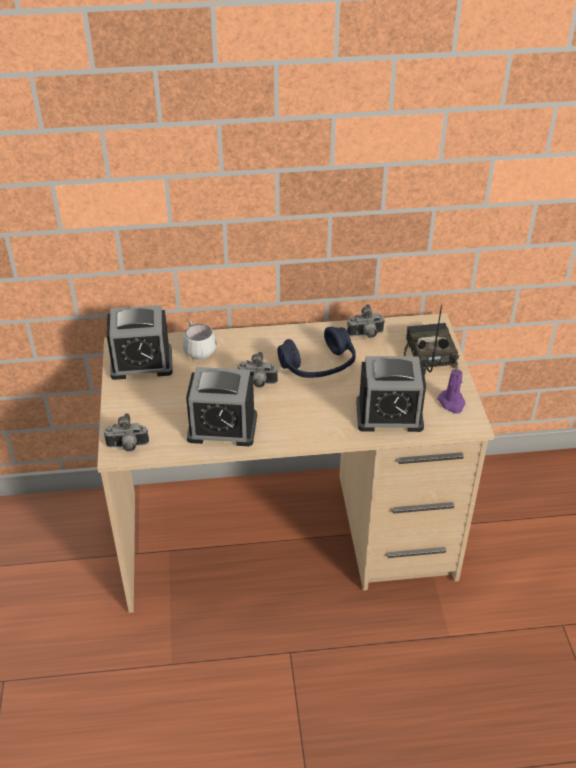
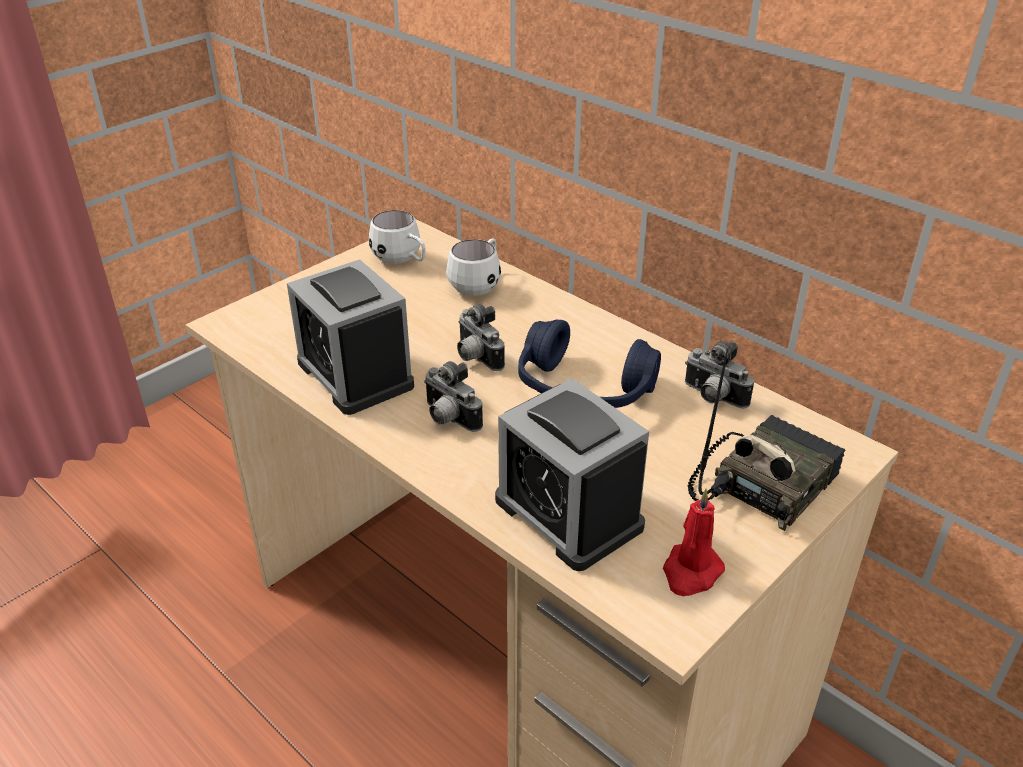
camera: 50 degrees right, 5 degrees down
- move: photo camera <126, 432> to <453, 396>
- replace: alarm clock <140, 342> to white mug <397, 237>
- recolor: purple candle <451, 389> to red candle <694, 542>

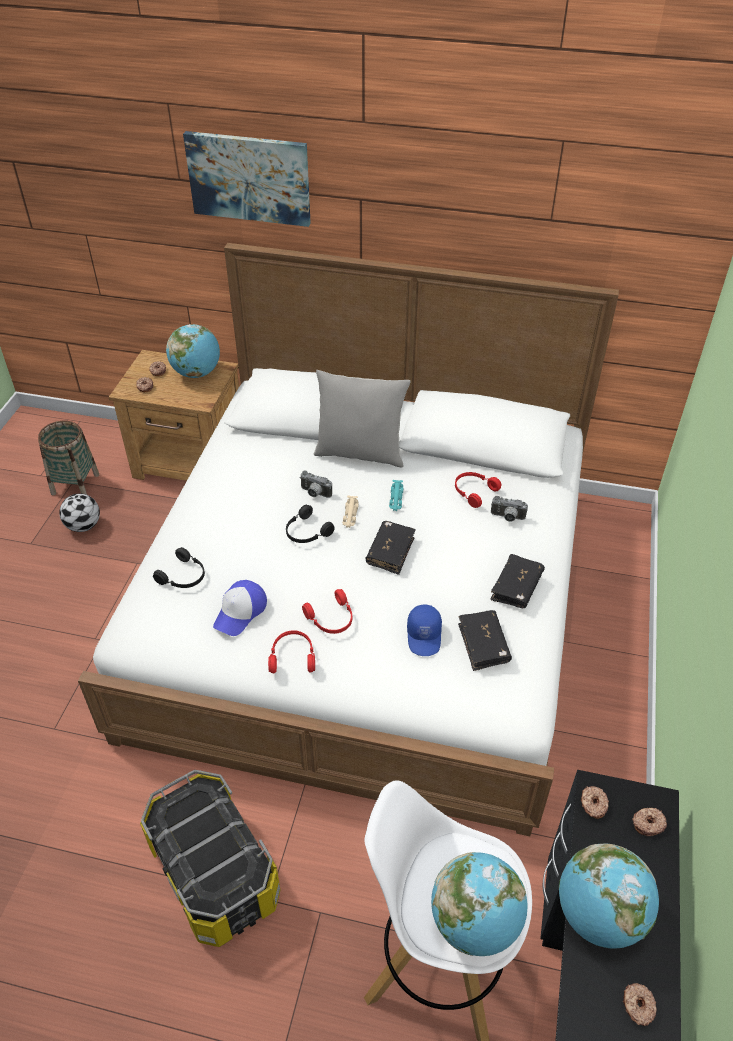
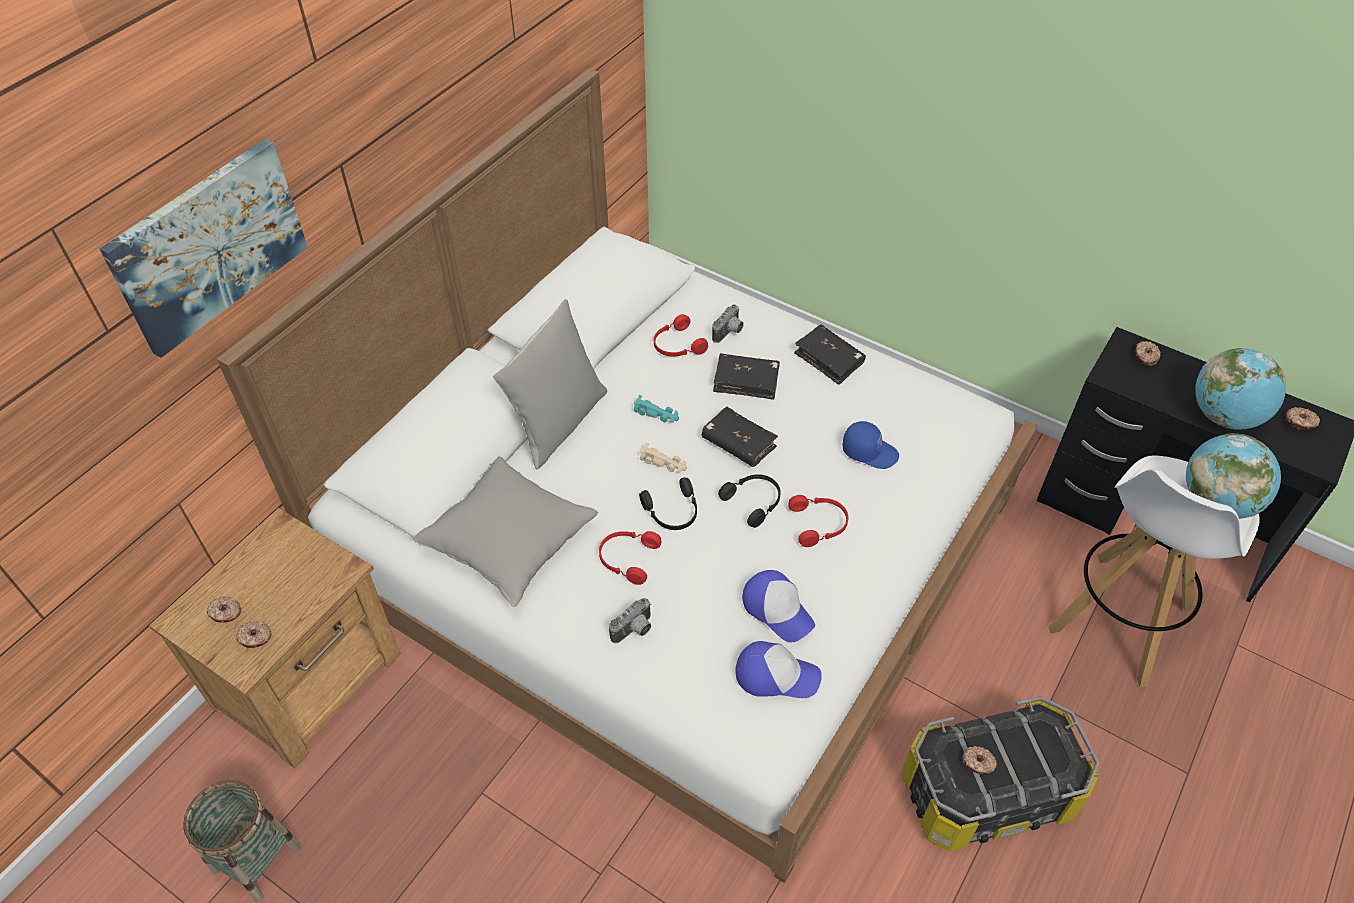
camera: 70 degrees left, 5 degrees up
- delete: football <79, 512>
- move: black headphones <179, 567> to <749, 501>
- delete: globe <193, 351>
- move: red headphones <291, 651> to <630, 558>
- move: photo camera <316, 484> to <630, 620>
- move: black book <485, 640> to <746, 376>
- move: donut <595, 802> to <980, 760>
- insert: grey pillow <505, 531>
- insert: cap <778, 669>

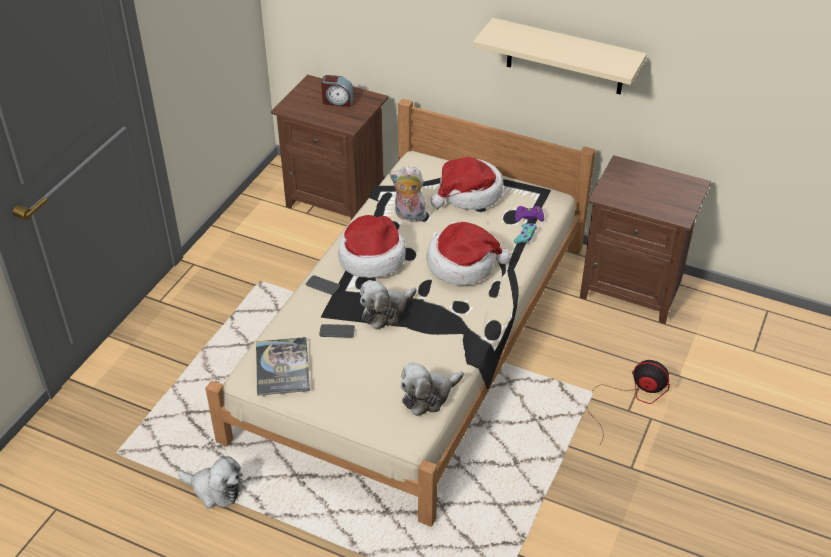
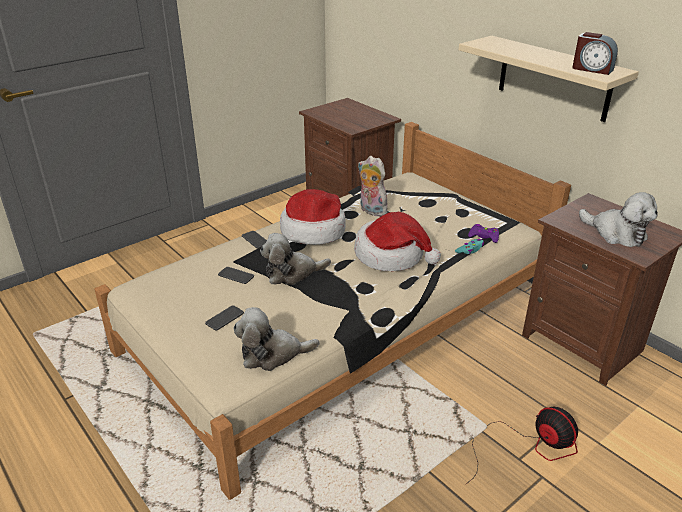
camera: 25 degrees right, 10 degrees down
- move: plush toy <210, 482> to <618, 219>
- delete: book <283, 366>
- move: alarm clock <337, 91> to <595, 53>
- delete: hat <466, 183>
- insert: phone <224, 318>

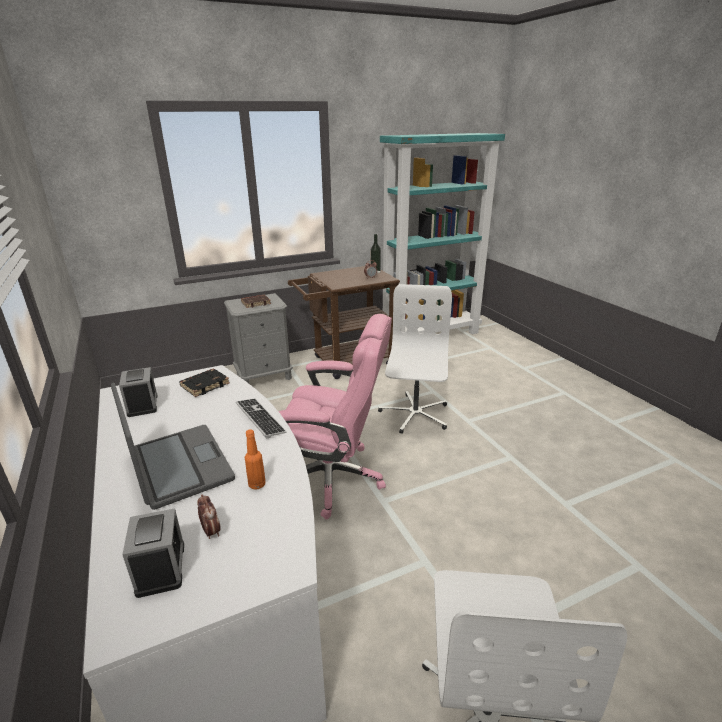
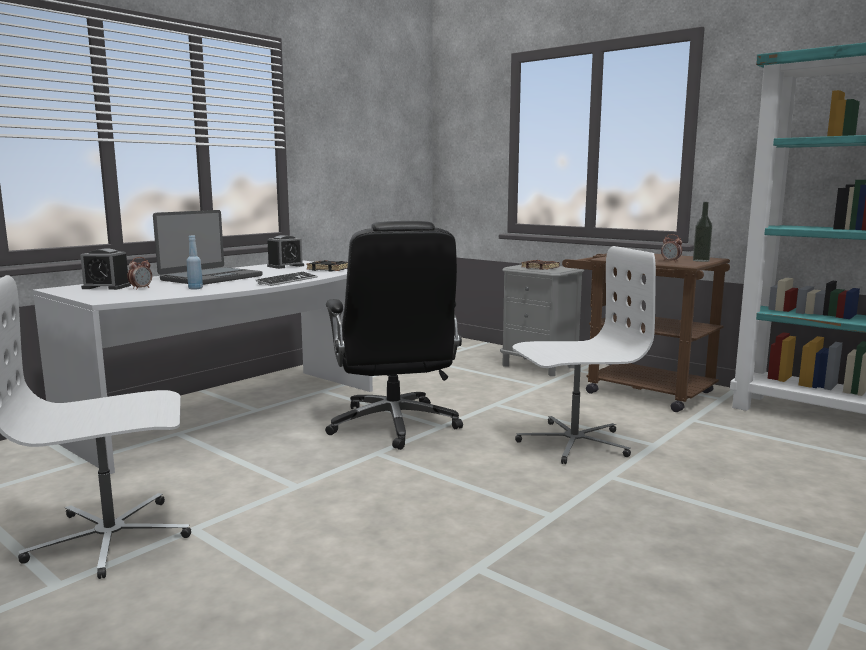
camera: 65 degrees right, 15 degrees down
- rotate: alarm clock <153, 553> = <105, 269> 45 degrees clockwise
- recolor: orange bottle <255, 459> to blue bottle <194, 263>
- recolor: pink office chair <335, 416> to black office chair <394, 335>

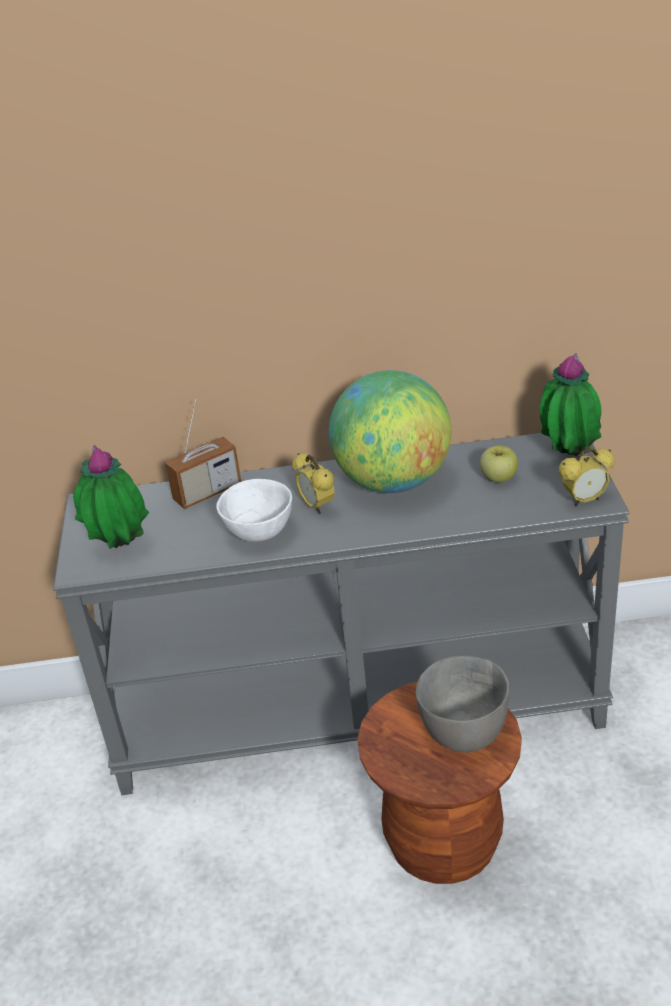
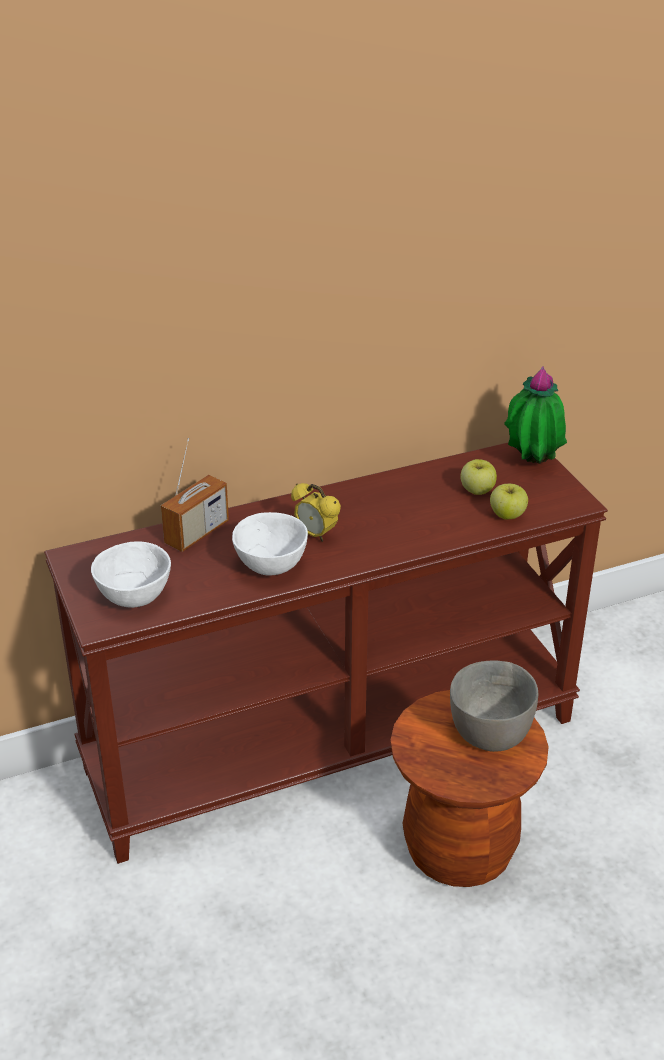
camera: 20 degrees left, 0 degrees up
- recolor: grey console table <341, 614> to brown console table <326, 653>
- replace: potted plant <111, 497> to white bowl <131, 575>
- delete: globe <390, 431>
- delete: alarm clock <586, 476>
- insert: apple <509, 502>

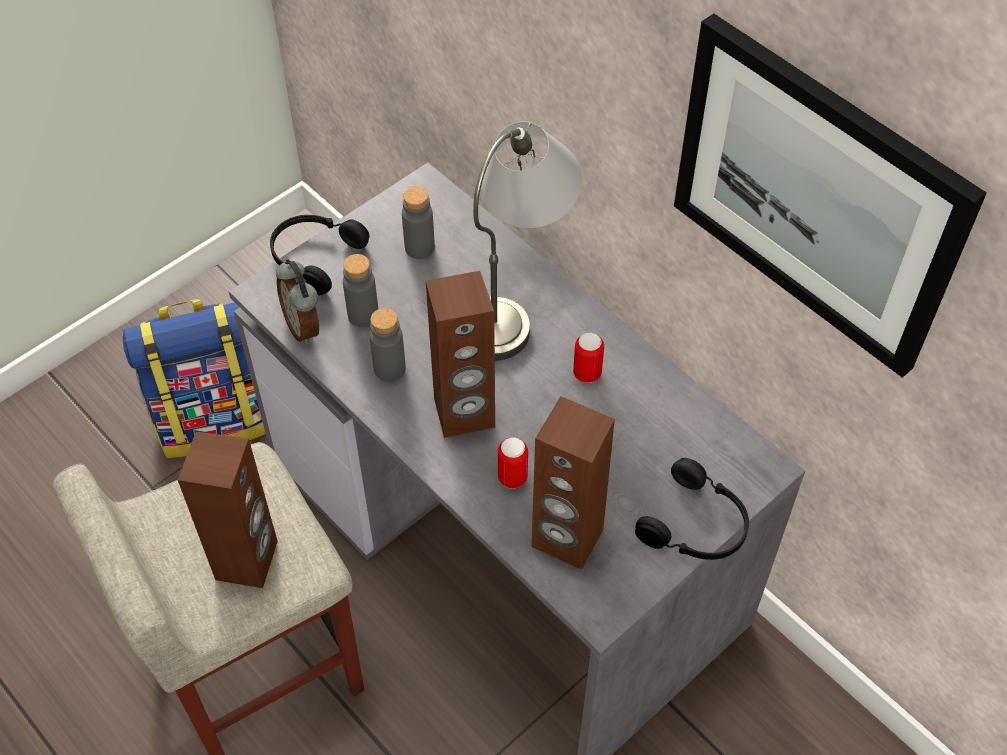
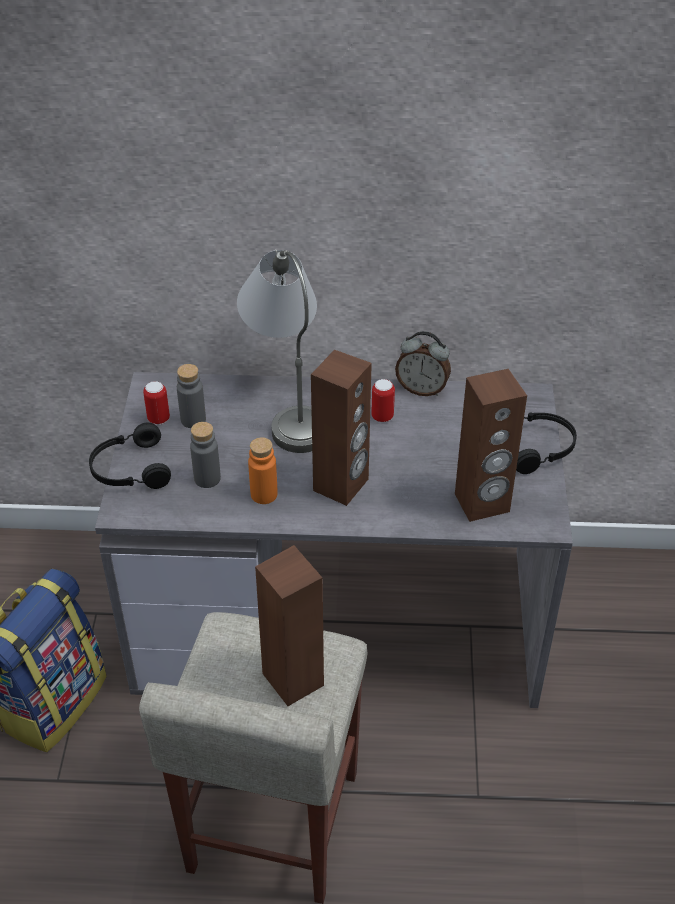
camera: 45 degrees left, 10 degrees down
- move: alarm clock <297, 301> to <423, 363>
- recolor: grey bottle <387, 344> to orange bottle <263, 470>
- move: can <513, 463> to <156, 403>
- delete: picture <830, 195>

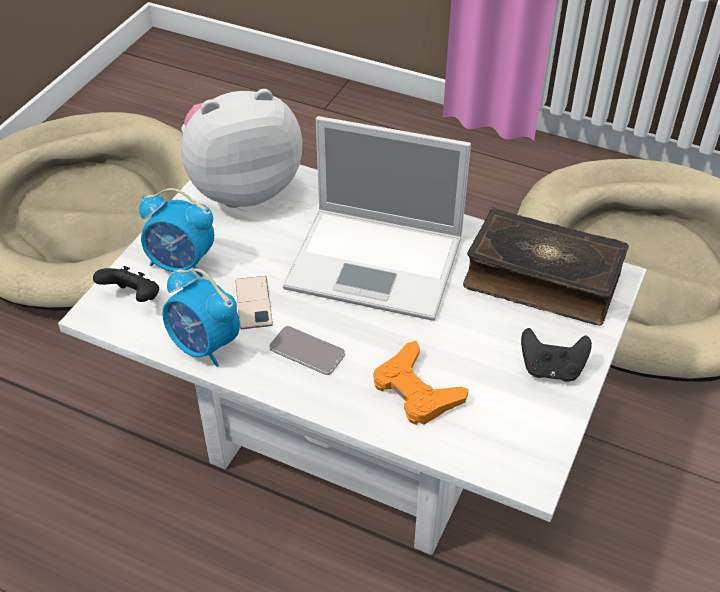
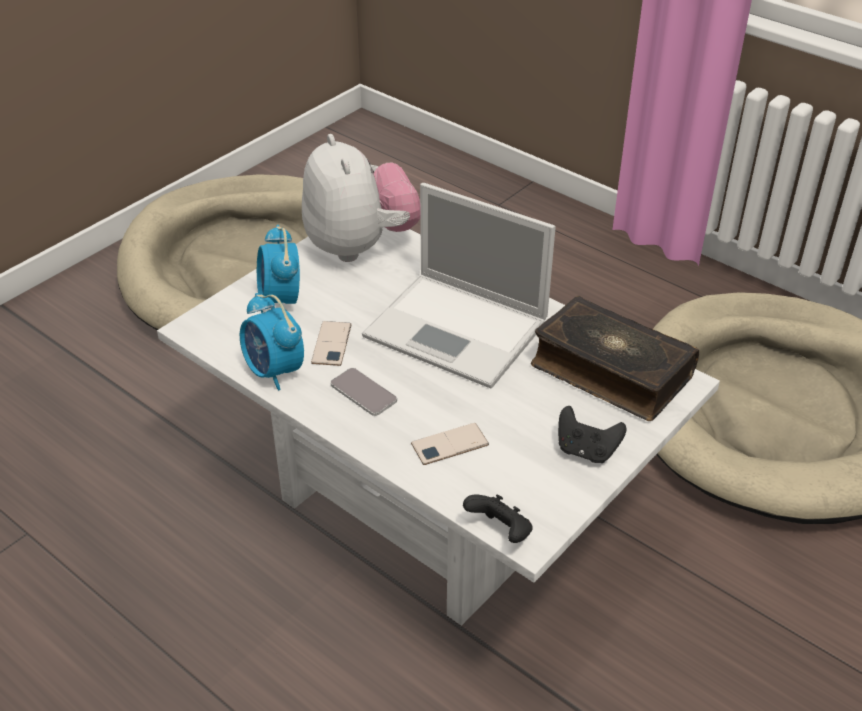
camera: 15 degrees right, 5 degrees down
- move: black game controller <126, 284> to <498, 518>
- rotate: alarm clock <176, 232> = <278, 267> 45 degrees clockwise
- rotate: plush toy <241, 148> = <361, 198> 75 degrees clockwise
- replace: orange game controller <421, 383> to phone <450, 444>

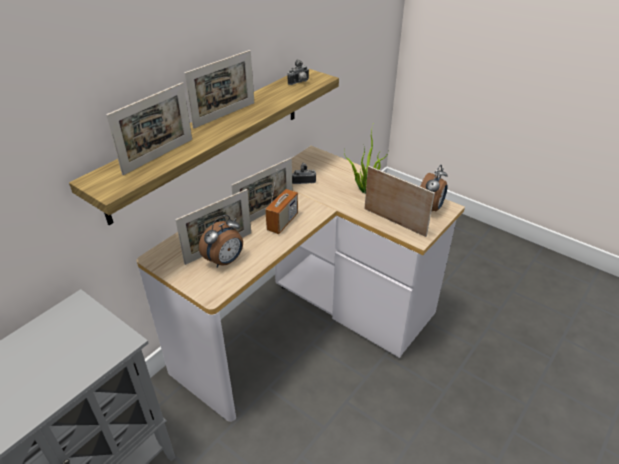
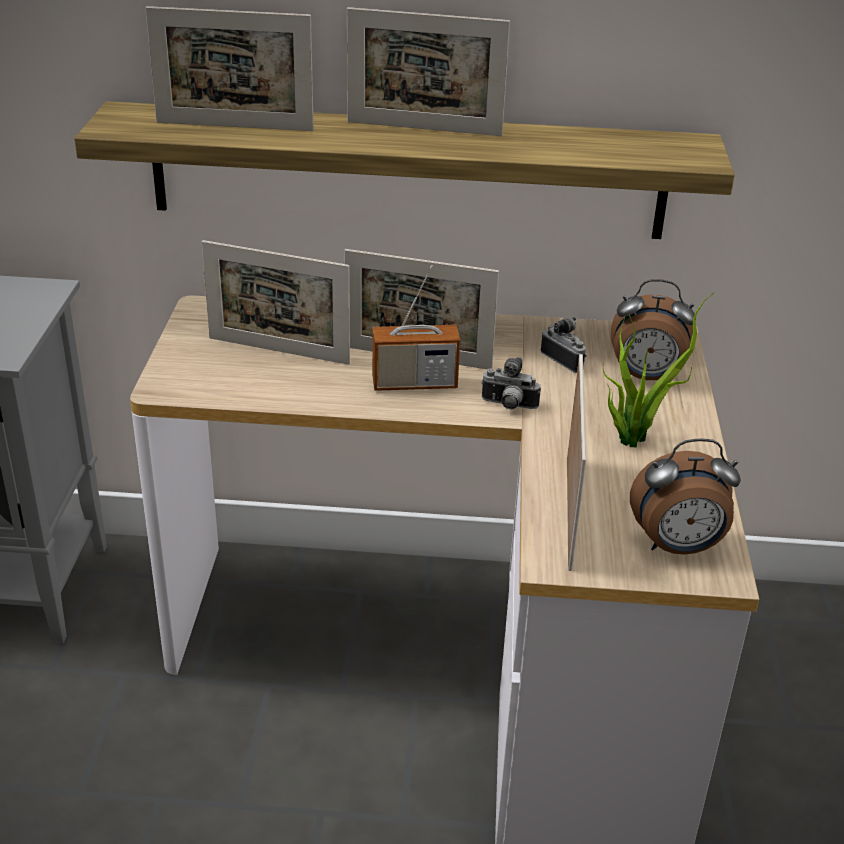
camera: 55 degrees right, 5 degrees down
- move: alarm clock <221, 241> to <653, 329>
- move: photo camera <298, 72> to <511, 383>

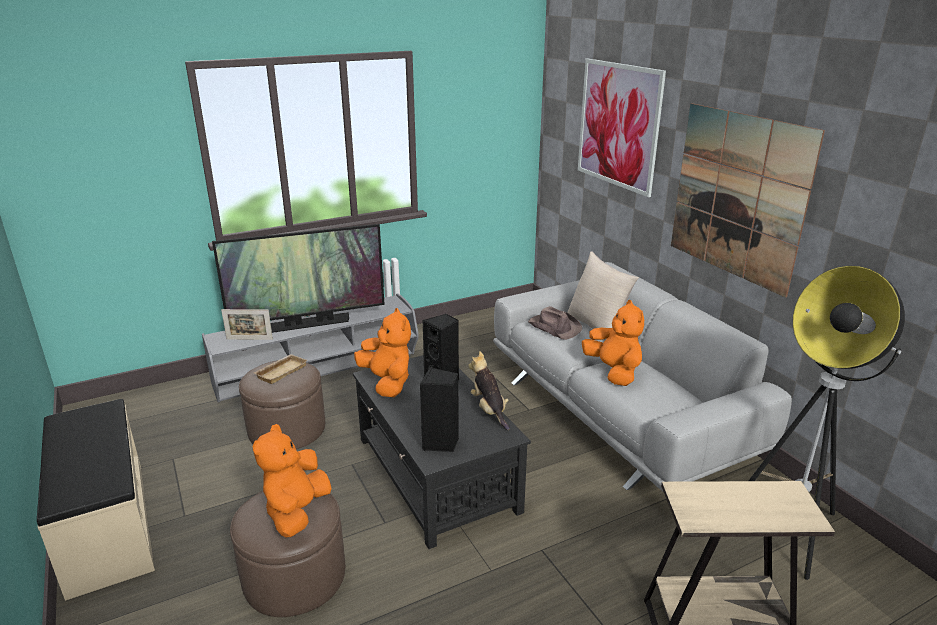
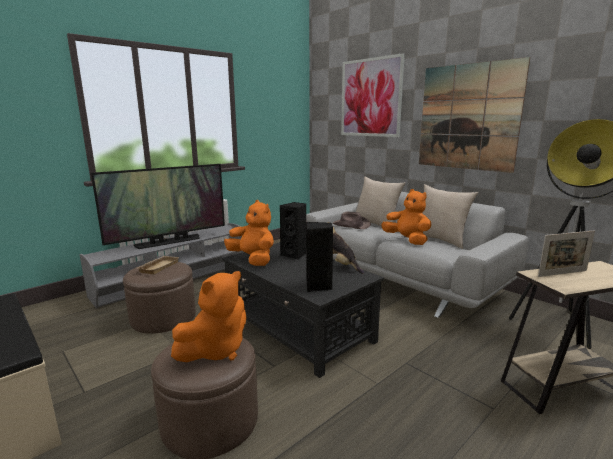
camera: 15 degrees left, 10 degrees down
- move: picture frame <247, 324> to <566, 253>
- rotate: orange plush toy <292, 480> = <209, 316> 135 degrees counterclockwise
- insert: beige pillow <450, 216>

